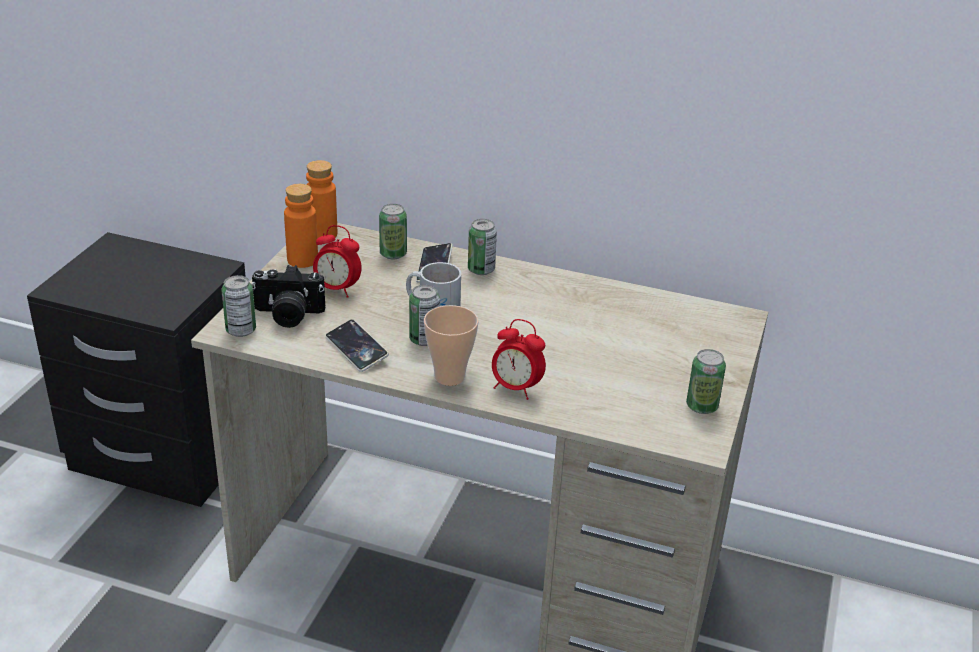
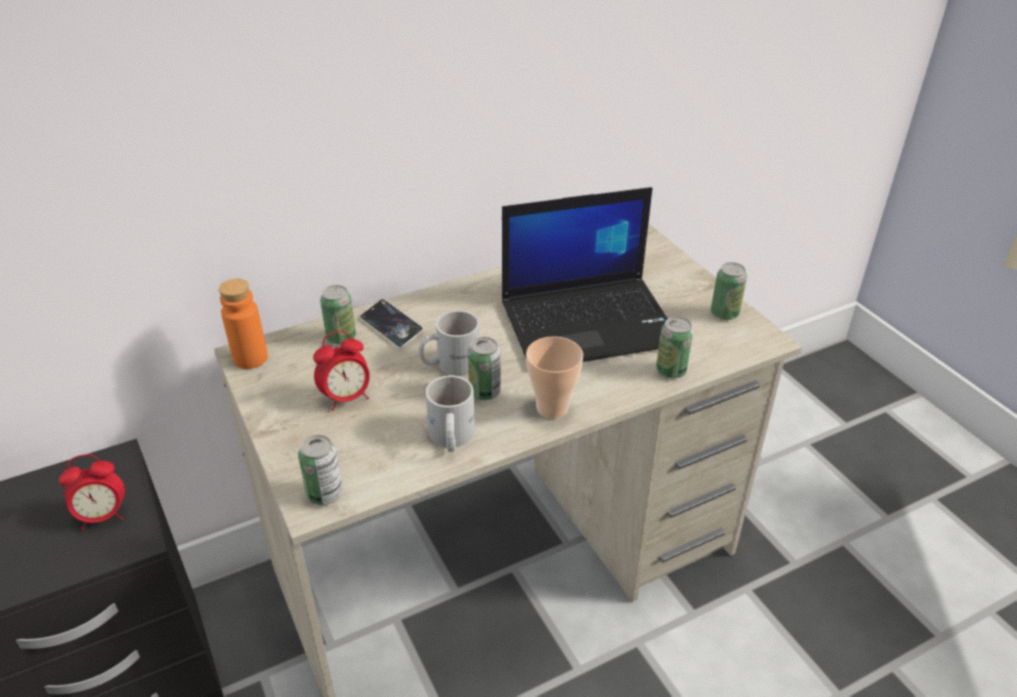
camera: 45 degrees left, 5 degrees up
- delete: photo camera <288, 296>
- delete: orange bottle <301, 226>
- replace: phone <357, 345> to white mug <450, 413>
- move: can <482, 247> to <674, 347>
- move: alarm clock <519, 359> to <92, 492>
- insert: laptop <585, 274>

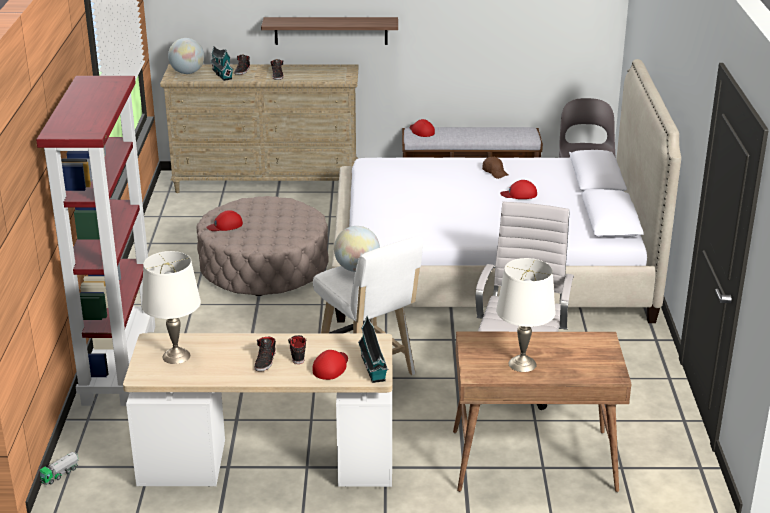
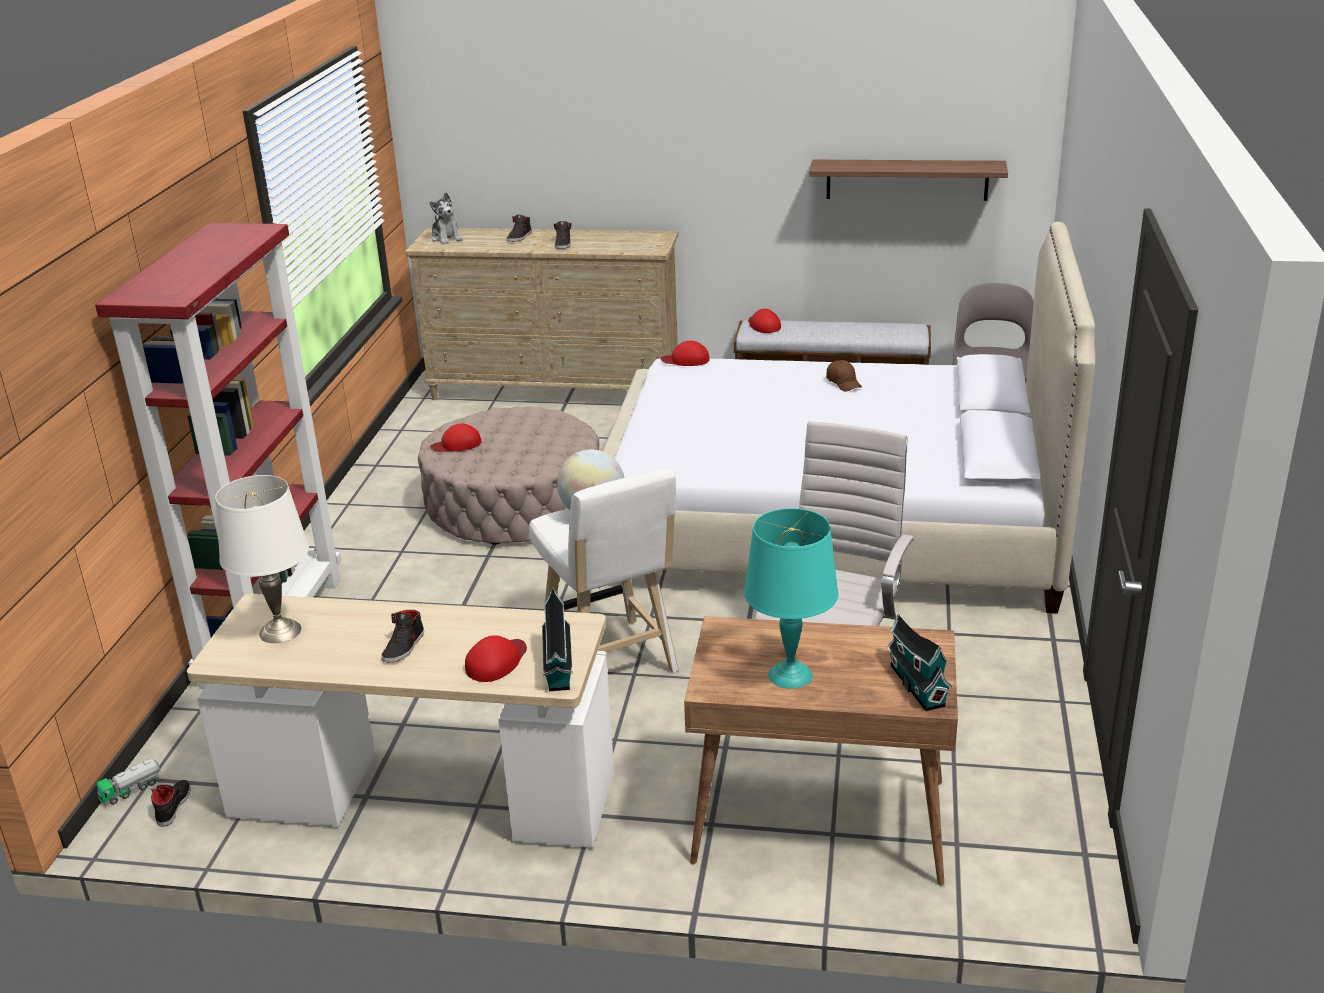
camera: 10 degrees right, 0 degrees up
- replace: globe <186, 56> to plush toy <446, 218>
- move: toy house <222, 63> to <919, 662>
- move: shelf <329, 31> to <909, 180>
- move: black shoe <297, 349> to <171, 803>
- recolor: white table lamp <526, 315> to turquoise table lamp <791, 598>
- move: red cap <518, 189> to <685, 353>

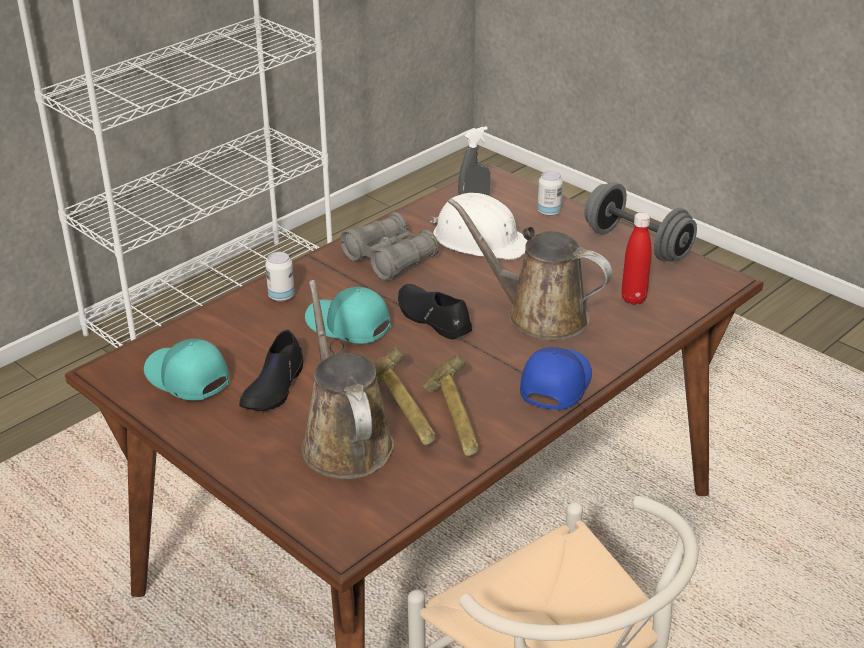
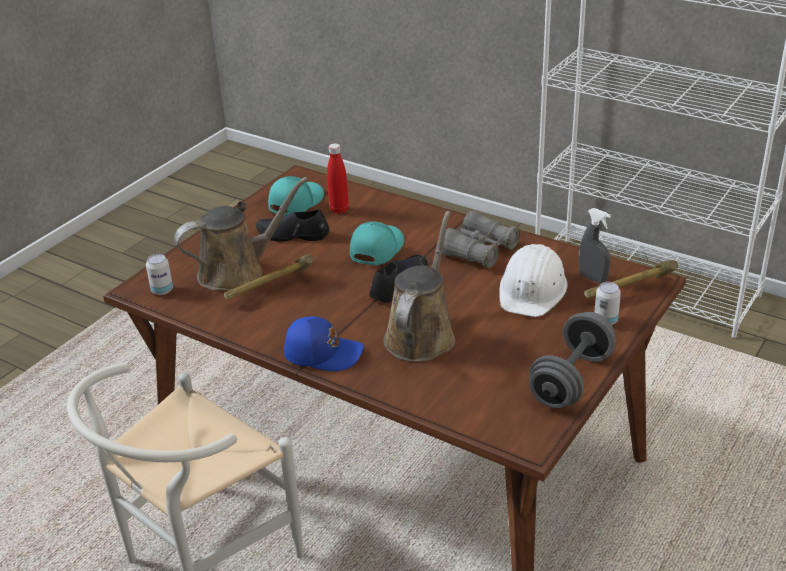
camera: 80 degrees right, 0 degrees up
- move: can <280, 277> to <159, 274>
- move: hammer <450, 404> to <631, 279>
- move: red bottle <636, 259> to <338, 178>

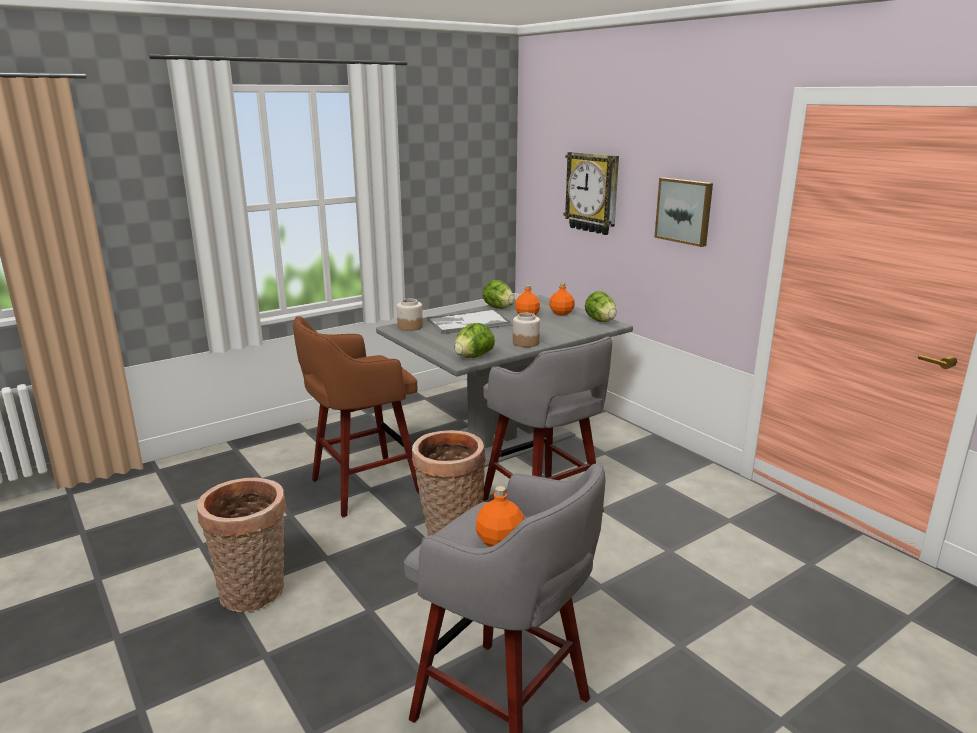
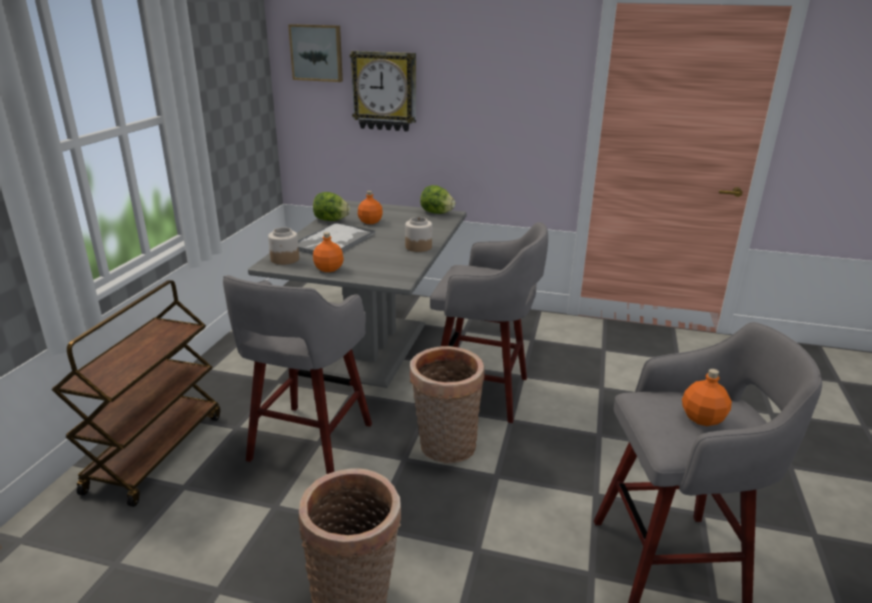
camera: 40 degrees left, 5 degrees up
- recolor: brown stool <356, 416> to grey stool <297, 374>
- delete: lettuce <474, 340>
- move: orange bottle <562, 299> to <328, 252>
- move: picture <683, 212> to <315, 53>
- insert: brown cart <136, 393>

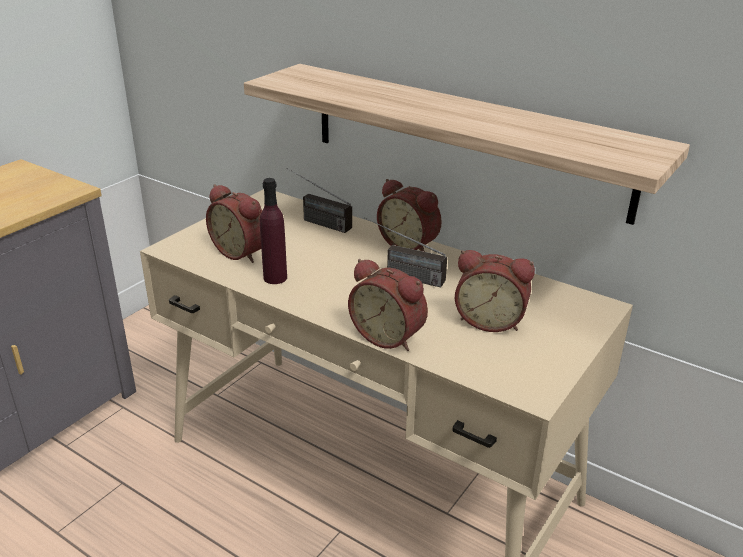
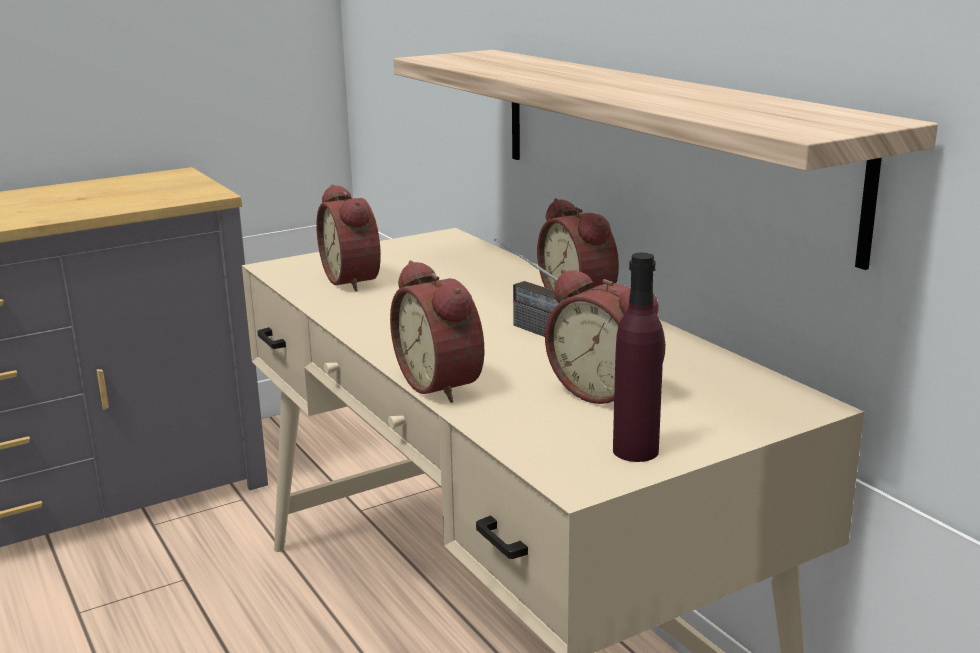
camera: 25 degrees right, 10 degrees down
- move: purple bottle <273, 231> to <638, 357>
- delete: radio <319, 200>

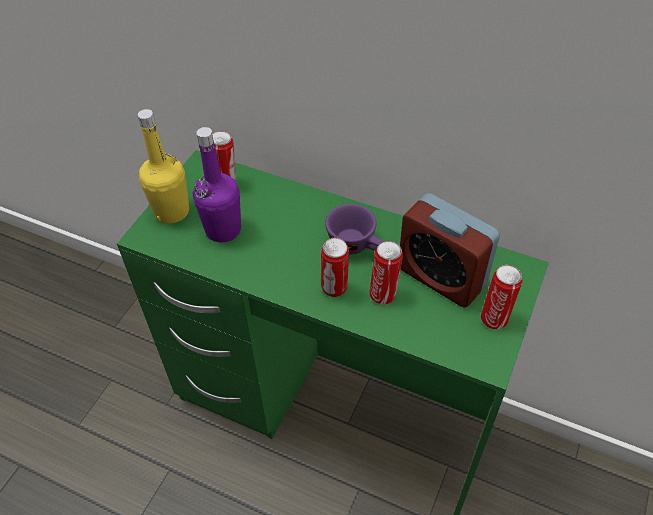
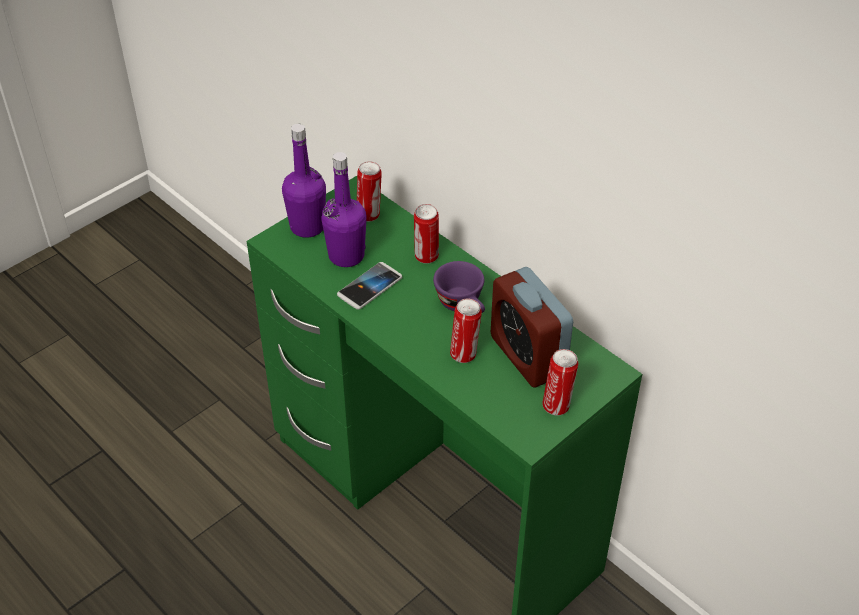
camera: 20 degrees right, 5 degrees down
- recolor: yellow bottle <163, 166> to purple bottle <304, 181>
- move: can <335, 267> to <426, 234>
- insert: phone <369, 286>

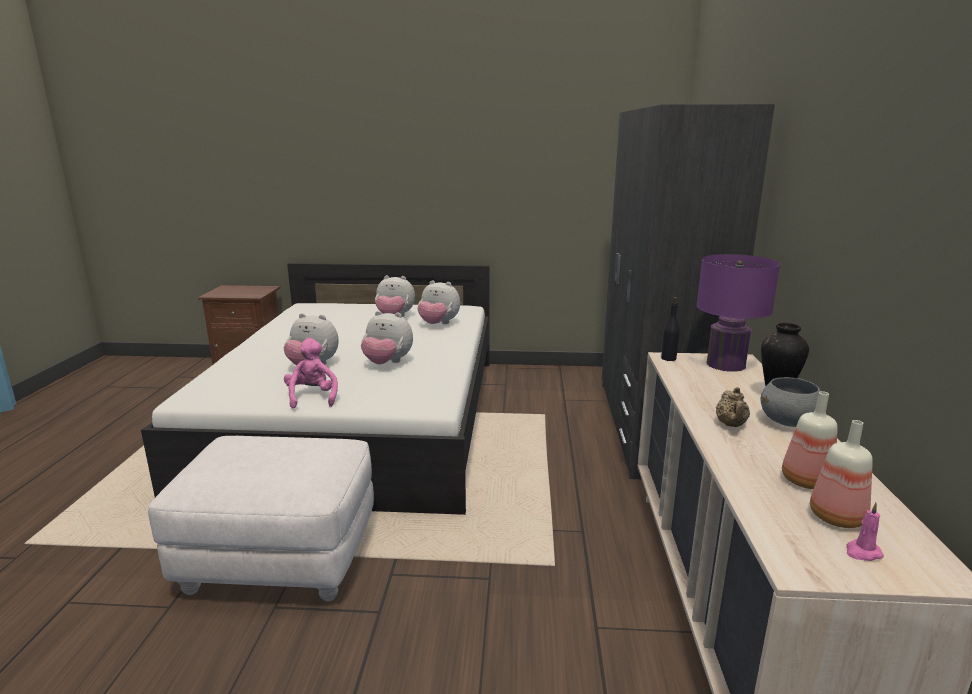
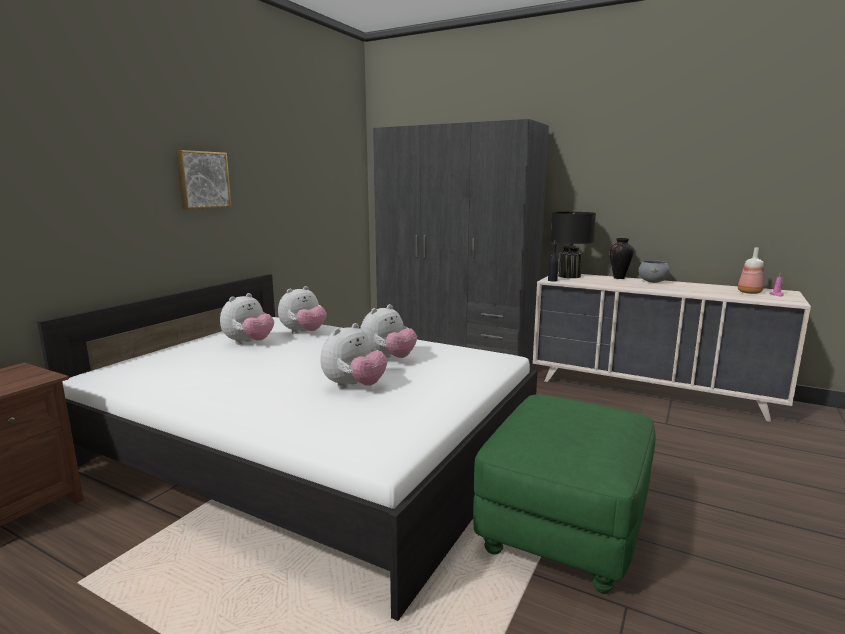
camera: 65 degrees left, 5 degrees down
- recolor: white ottoman <261, 519> to green ottoman <564, 494>
- delete: pink plush toy <311, 373>
- recolor: purple table lamp <738, 313> to black table lamp <573, 245>
- delete: beige teapot <733, 407>
- delete: bottle <810, 440>
- insert: picture <204, 179>

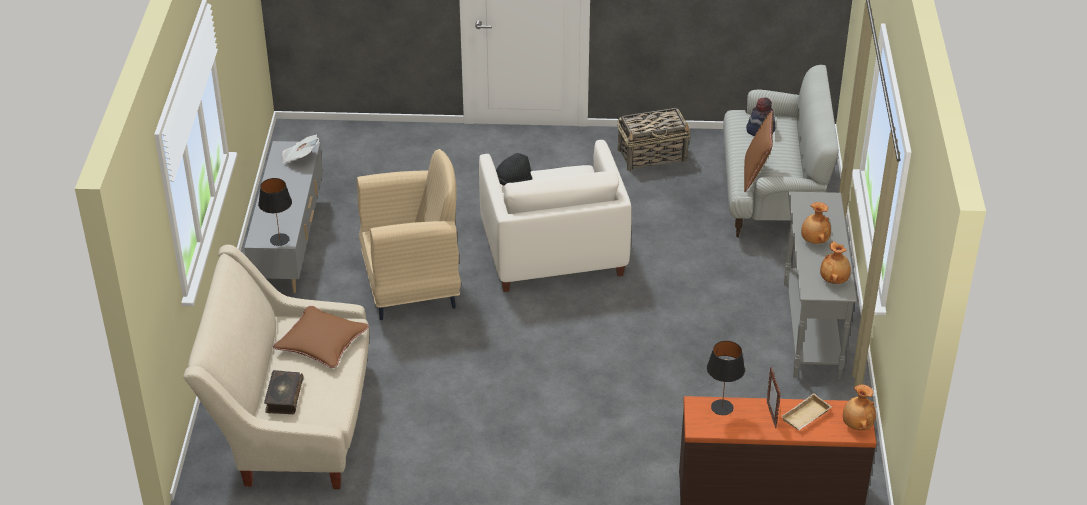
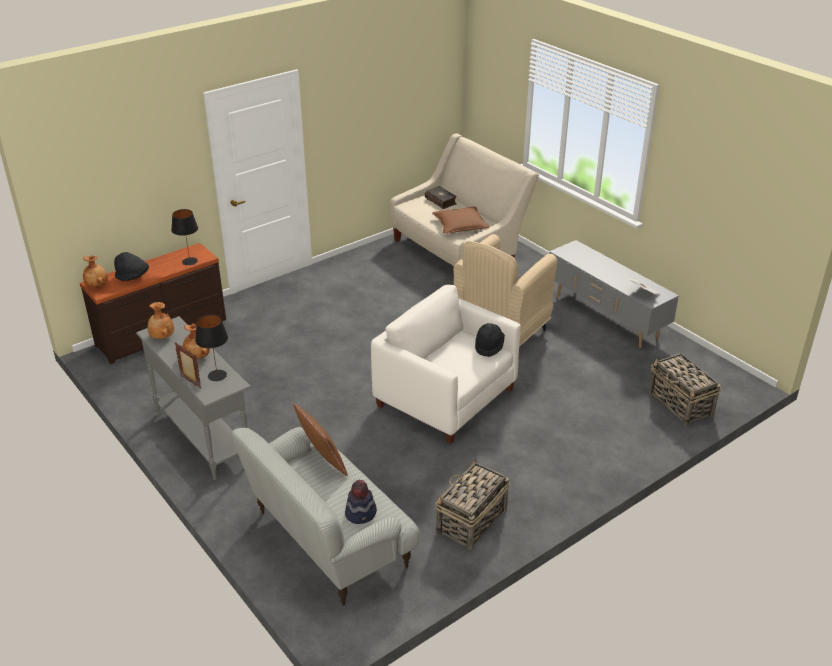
camera: 140 degrees right, 5 degrees down
- move: black table lamp <275, 212> to <211, 347>
- move: picture frame <774, 397> to <188, 365>
- replace: beige tray <807, 411> to black hat <131, 266>
- insert: basket <684, 389>

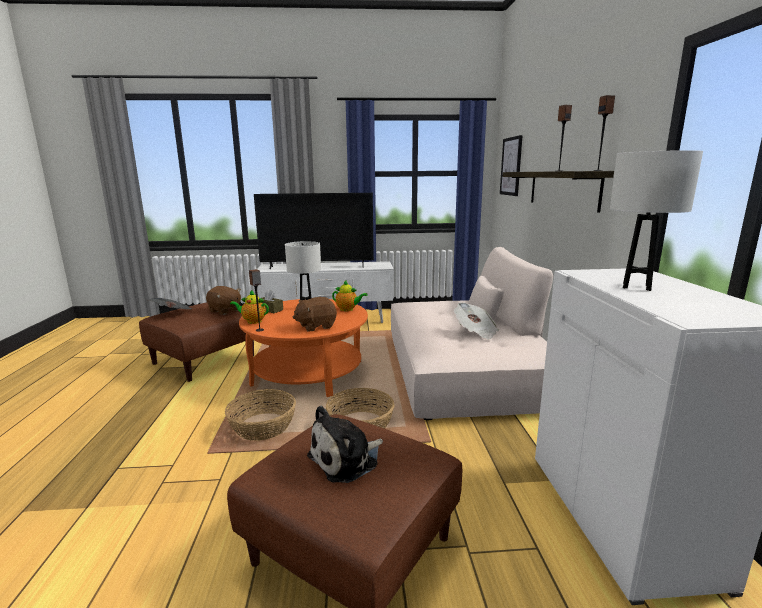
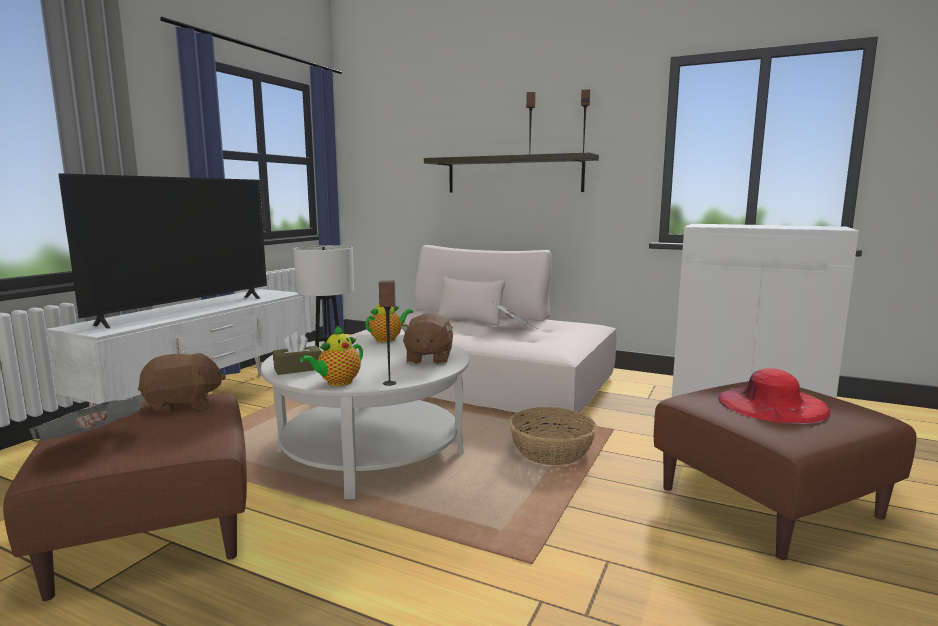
camera: 60 degrees left, 5 degrees down
- delete: basket <260, 415>
- recolor: orange coffee table <303, 348> to white coffee table <365, 417>
- replace: plush toy <345, 444> to red hat <774, 396>
- delete: picture <511, 165>
- delete: white table lamp <656, 220>

